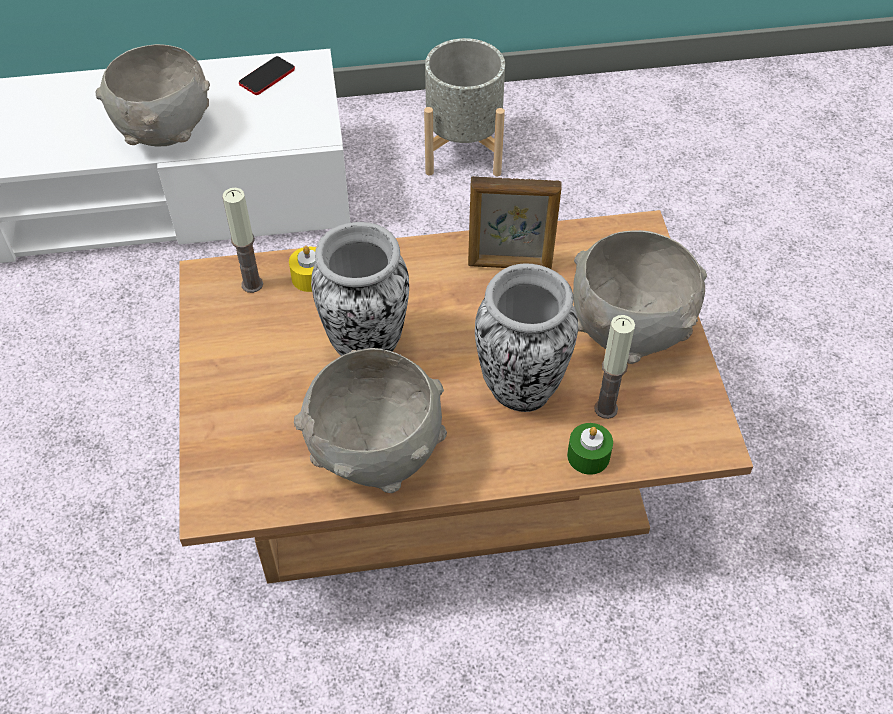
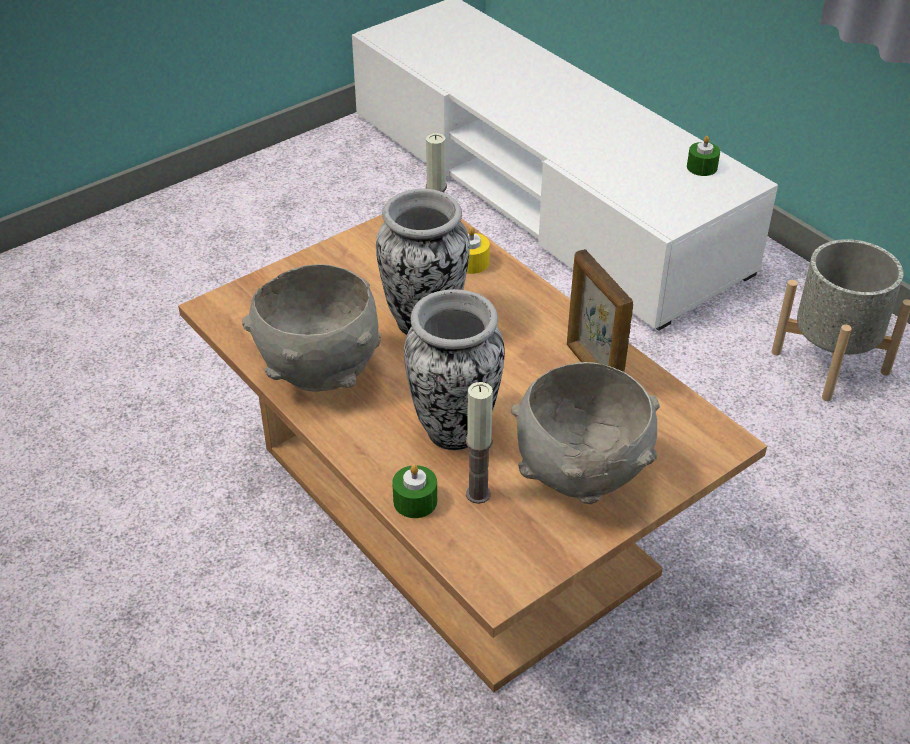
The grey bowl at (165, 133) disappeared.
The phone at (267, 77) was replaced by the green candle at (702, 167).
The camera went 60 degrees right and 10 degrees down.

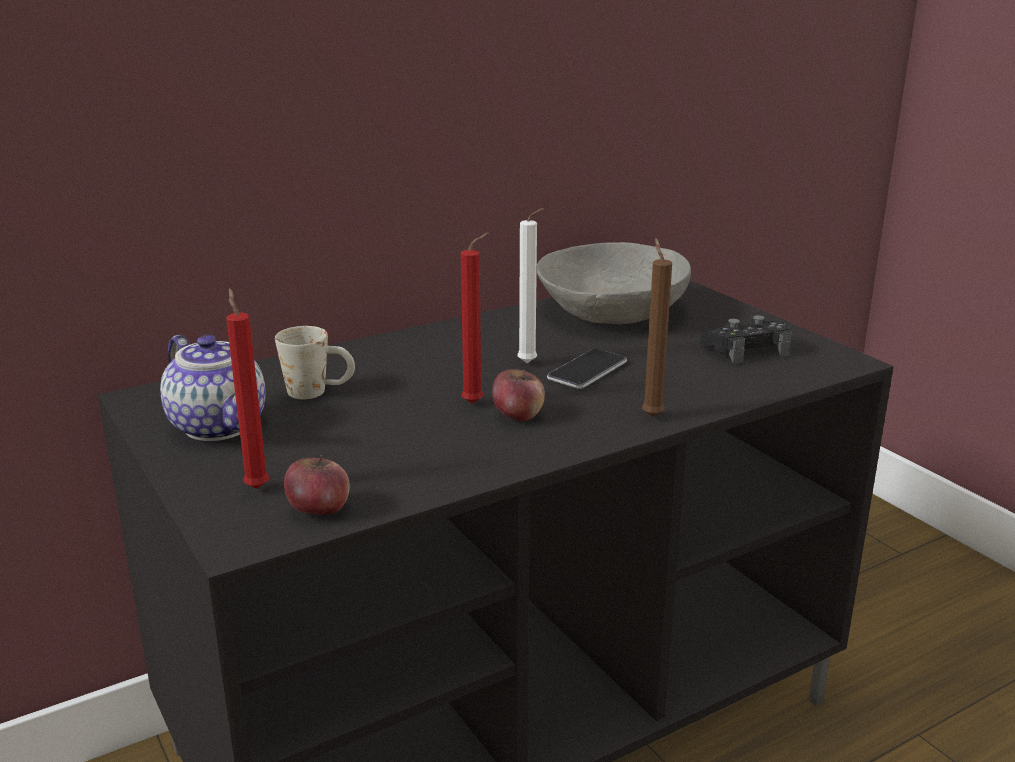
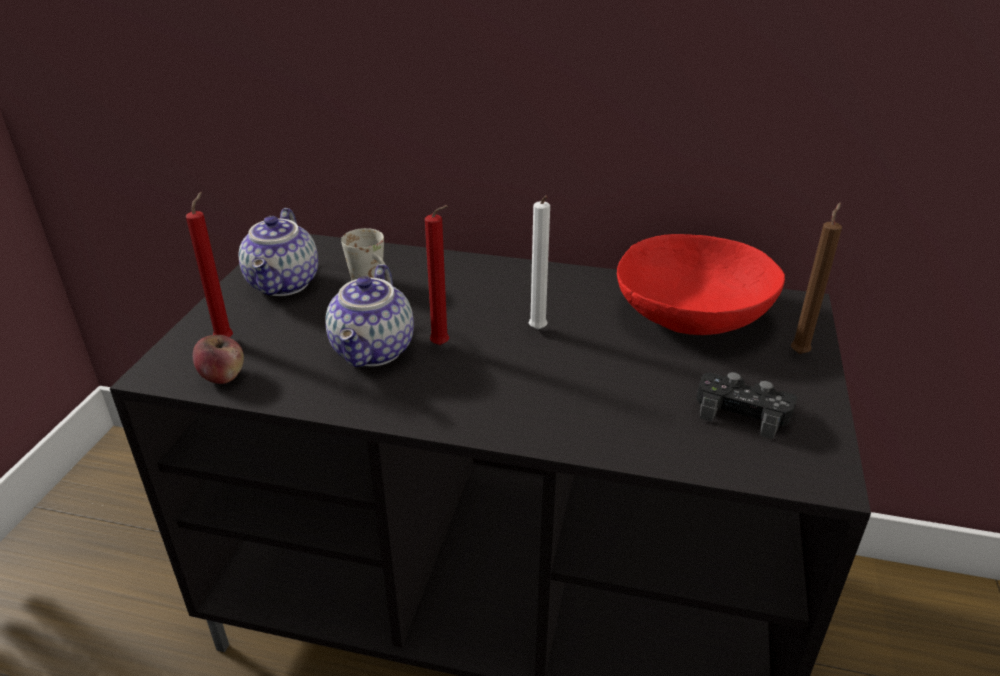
The brown candle moved from (651, 415) to (800, 352).
The grey bowl at (613, 312) became the red bowl at (692, 313).
The phone at (587, 370) disappeared.
The apple at (518, 415) disappeared.
The teapot at (375, 351) appeared.
The camera went 45 degrees right and 10 degrees up.

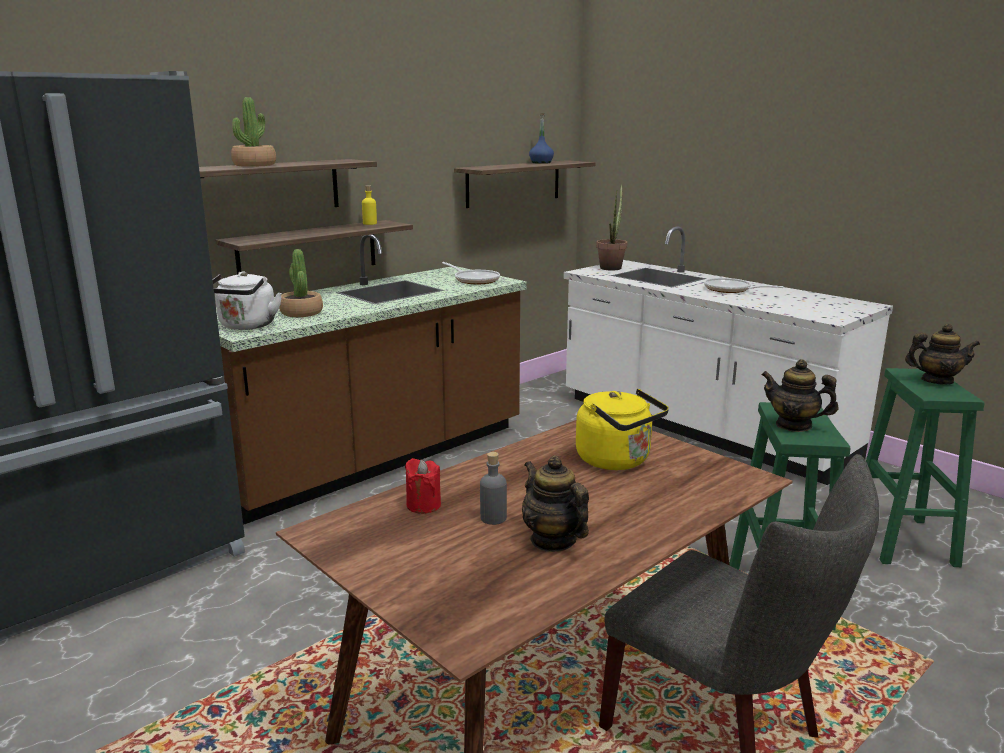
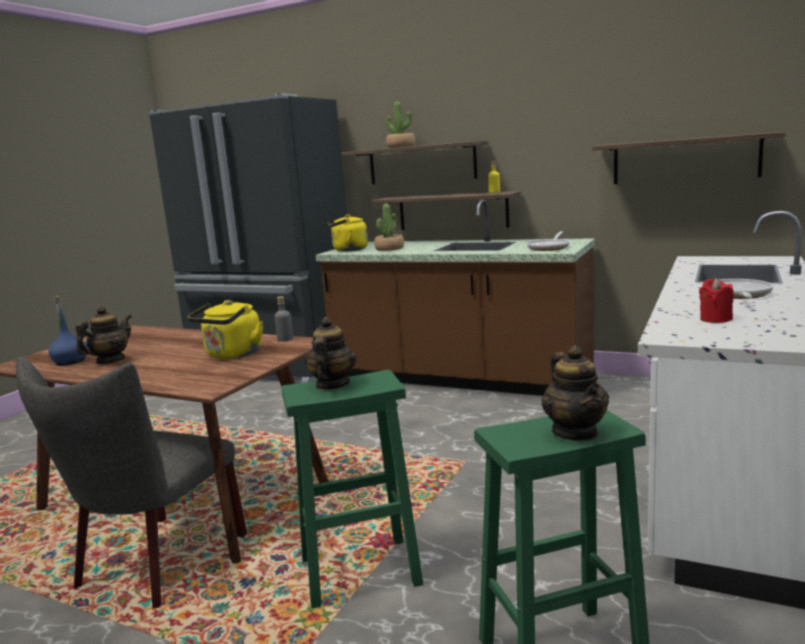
The blue bottle moved from (541, 163) to (70, 361).
The potted plant at (611, 267) disappeared.
The white kettle at (246, 326) became the yellow kettle at (348, 250).
The grey bottle moved from (493, 518) to (285, 339).
The red candle moved from (423, 505) to (715, 319).
The camera went 70 degrees right and 5 degrees down.

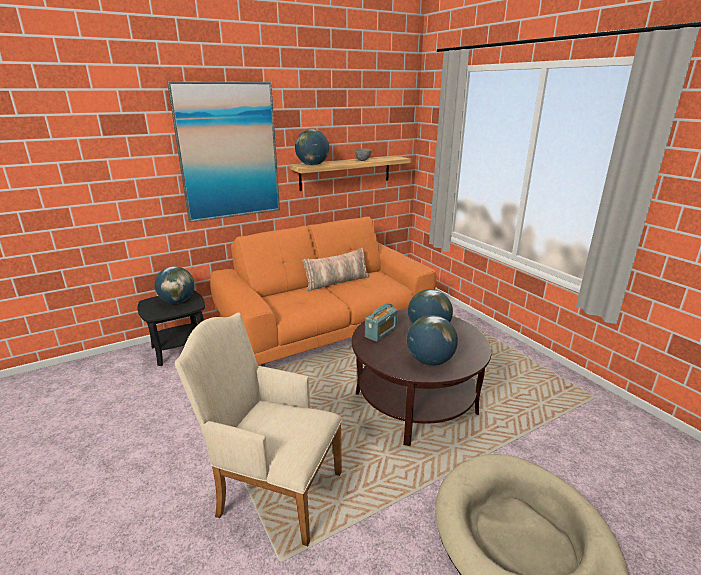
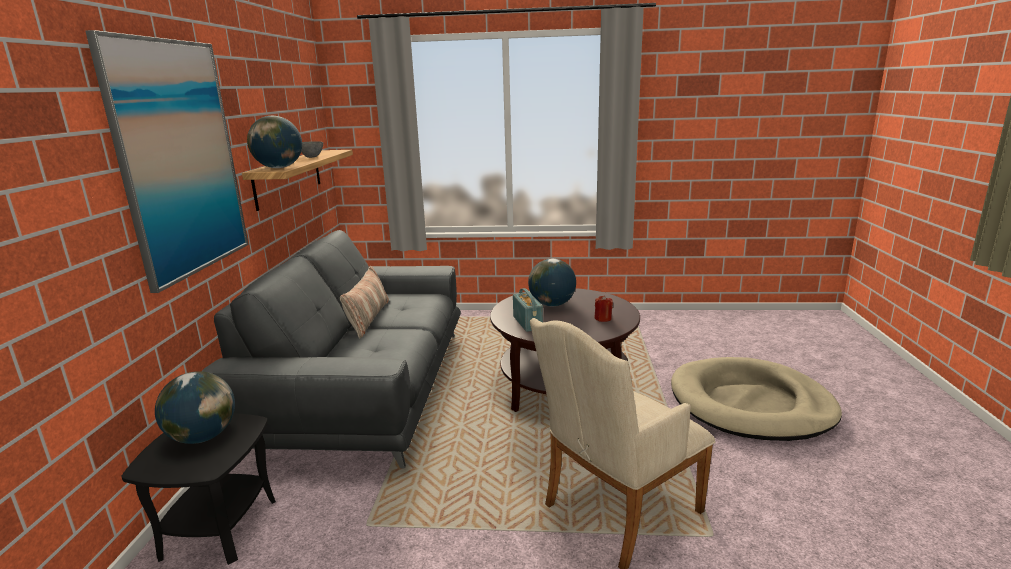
The orange sofa at (326, 327) became the grey sofa at (366, 388).
The globe at (430, 361) was replaced by the red candle at (603, 318).
The camera went 55 degrees left and 5 degrees down.

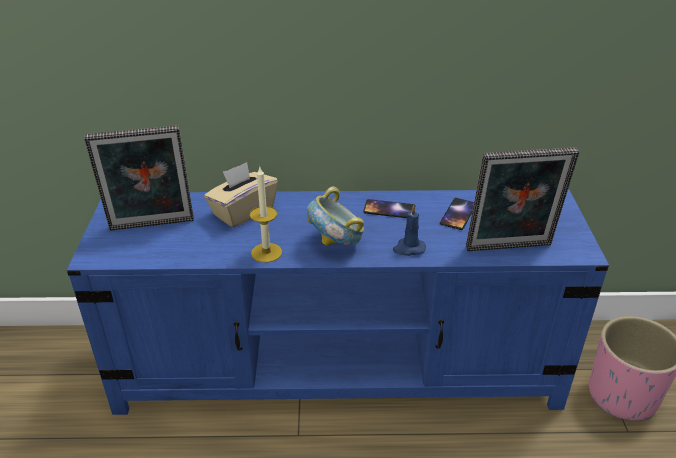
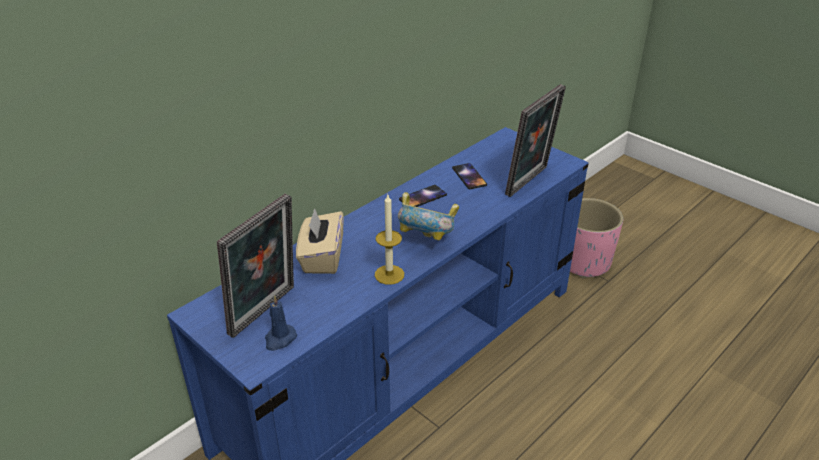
The blue candle moved from (408, 248) to (279, 339).
The camera went 45 degrees left and 0 degrees up.

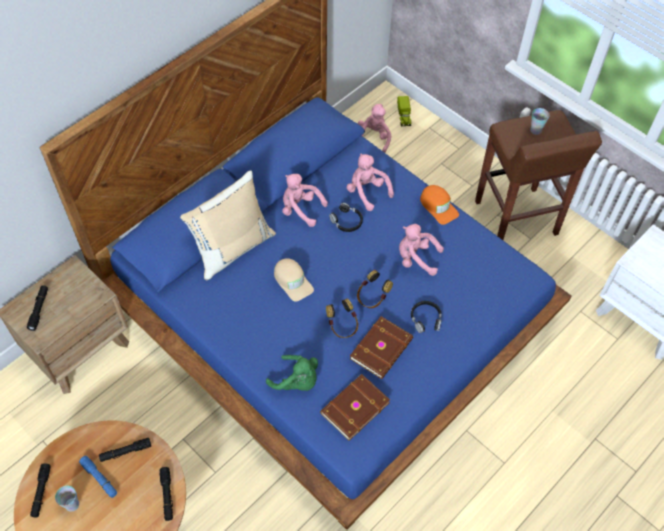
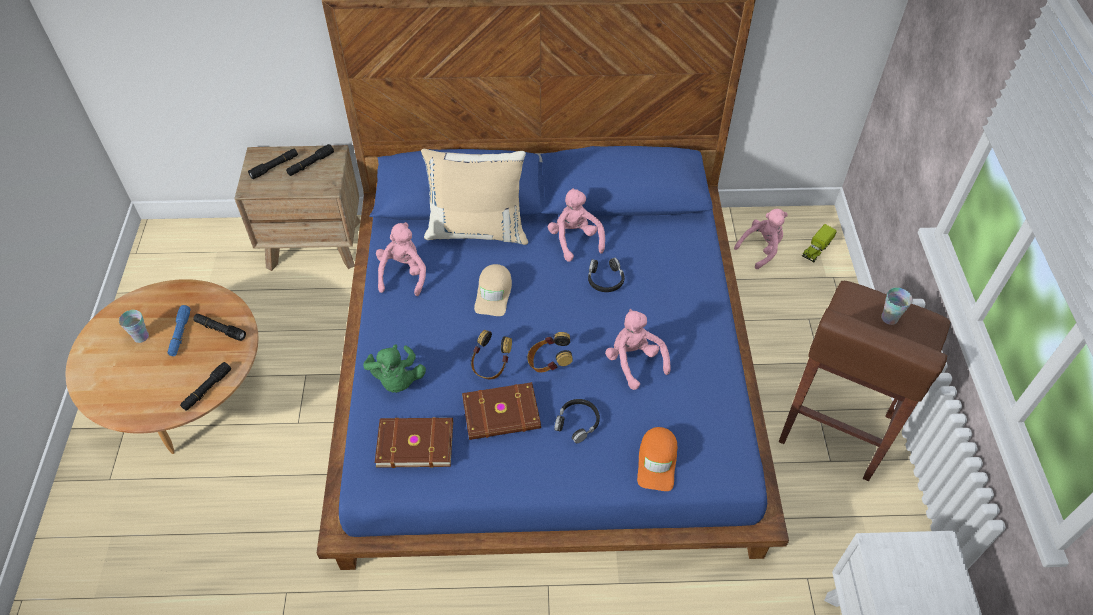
The pink plush toy moved from (367, 192) to (403, 274).
The orange cap moved from (438, 206) to (657, 461).
The black flashlight moved from (41, 492) to (310, 164).
The camera went 45 degrees right and 5 degrees down.

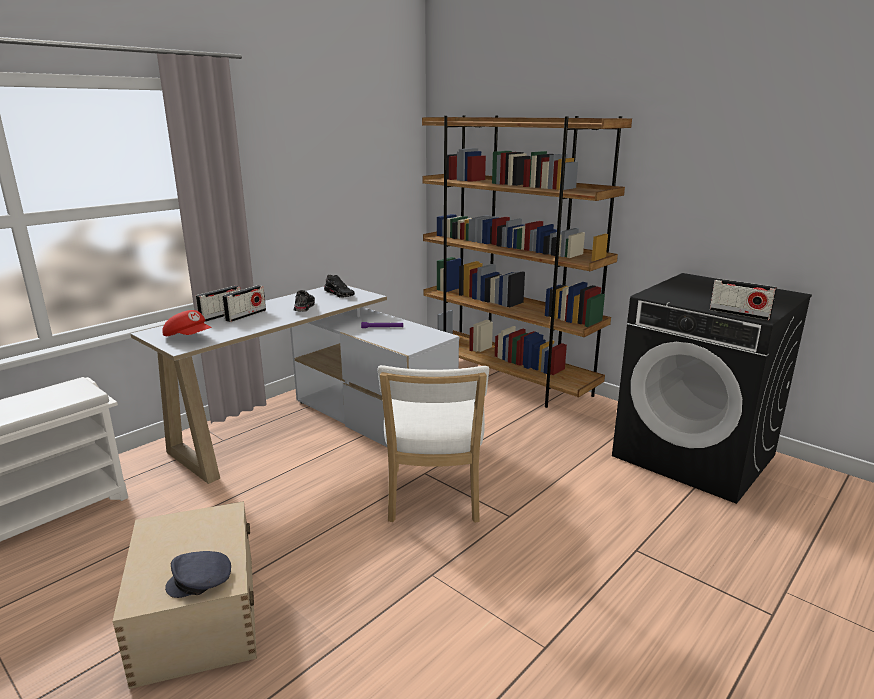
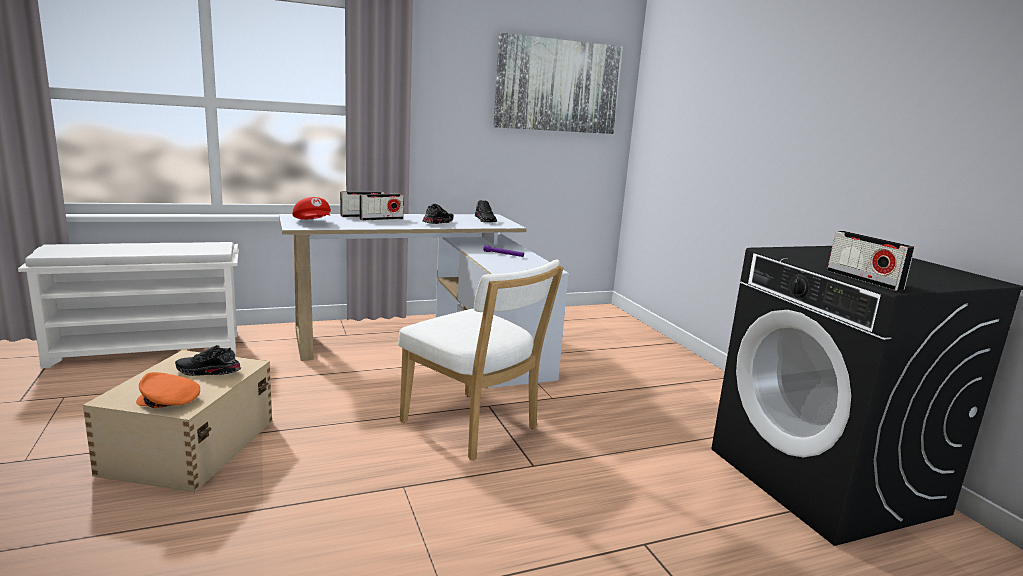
The brown bookcase at (507, 380) disappeared.
The white chair at (433, 499) turned 75 degrees counterclockwise.
The grey cap at (200, 581) became the orange cap at (168, 401).
The picture at (558, 86) appeared.
The black shoe at (207, 372) appeared.
The camera went 25 degrees right and 5 degrees down.

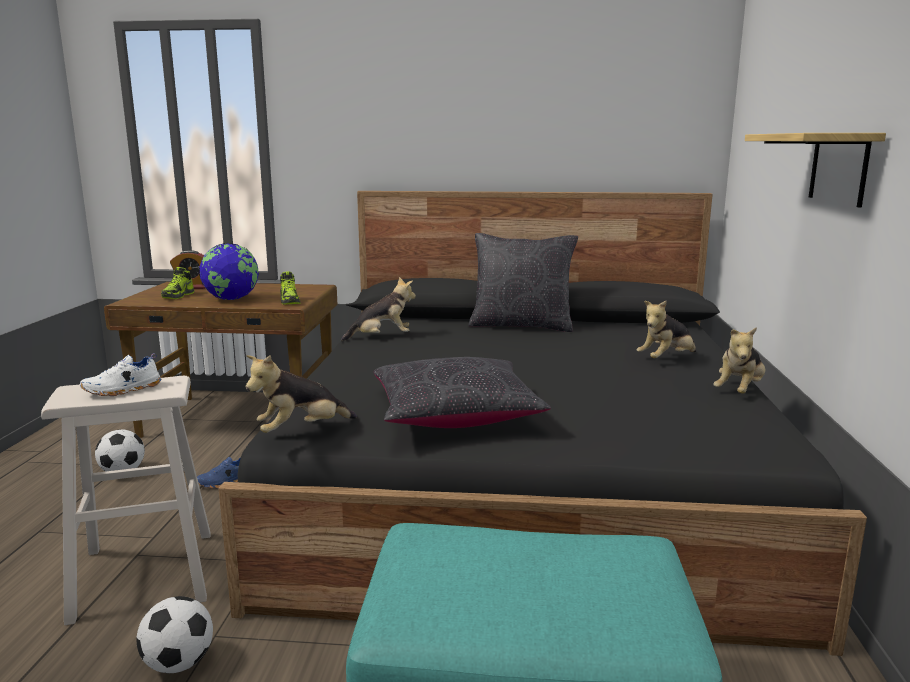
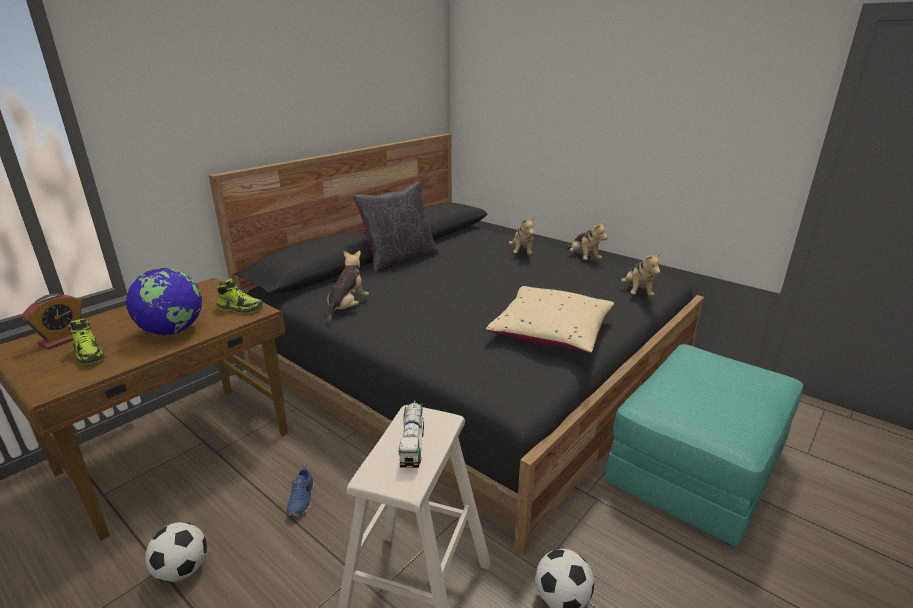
The shelf at (838, 168) disappeared.
The white shoe at (123, 390) was replaced by the toy truck at (412, 445).
The plush toy moved from (301, 431) to (637, 292).
The black pillow at (455, 414) became the beige pillow at (551, 333).
The camera went 55 degrees left and 10 degrees up.

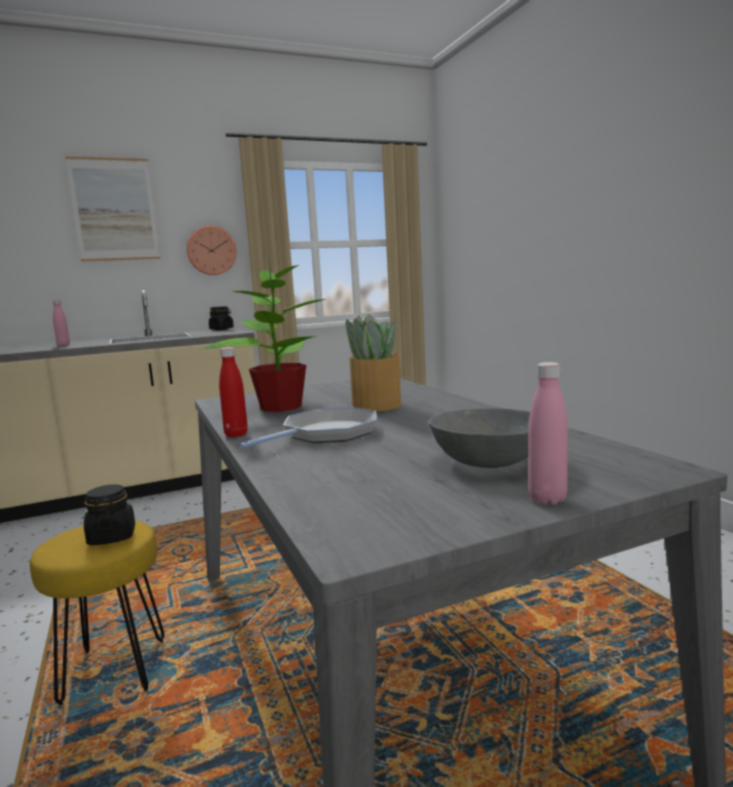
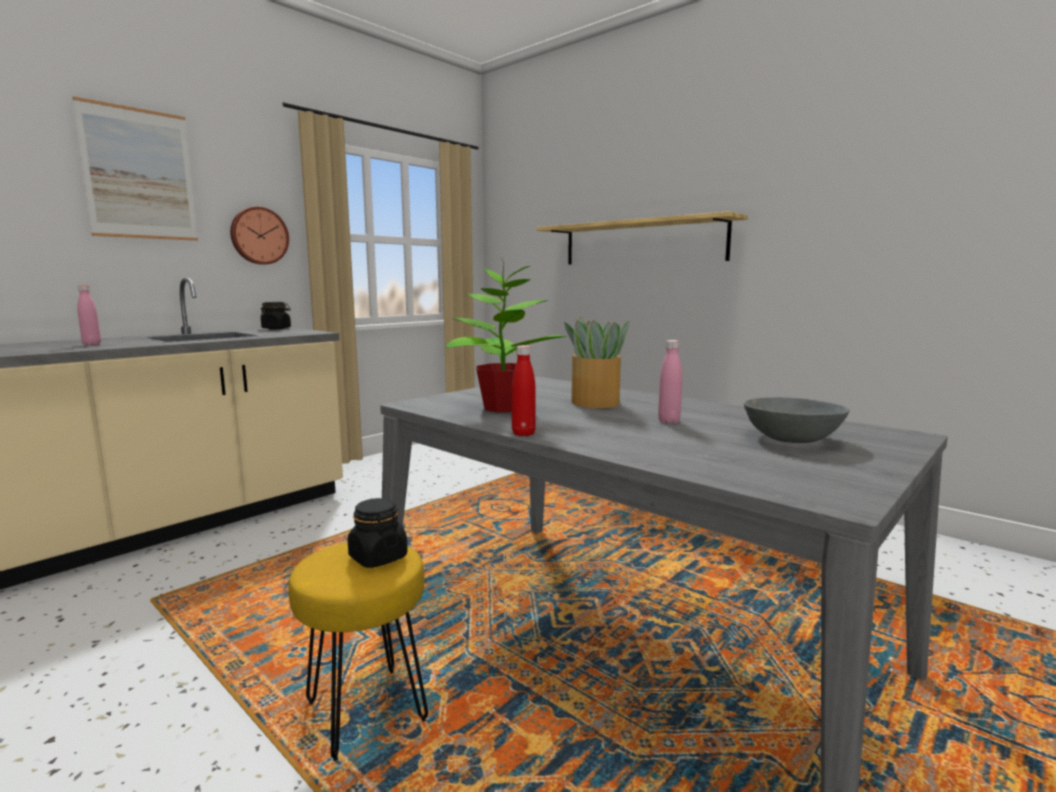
The pink bottle moved from (547, 499) to (669, 421).
The frying pan at (326, 434) disappeared.
The shelf at (641, 243) appeared.
The camera went 25 degrees left and 0 degrees up.

